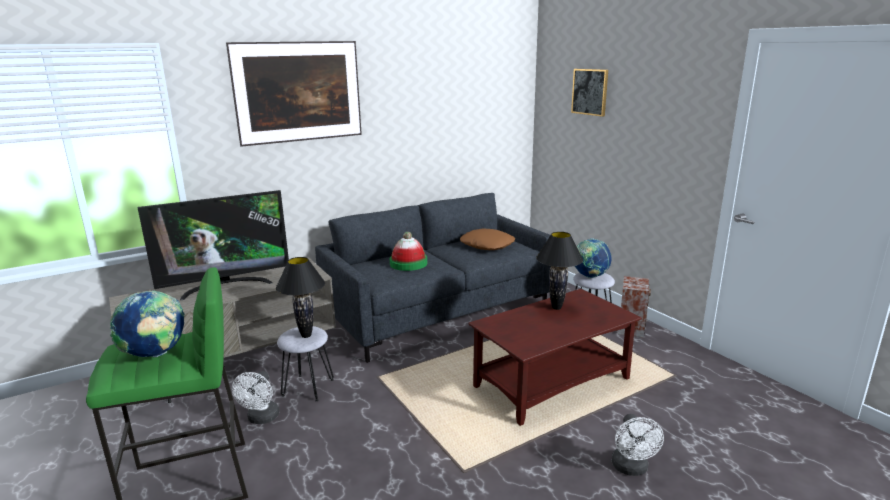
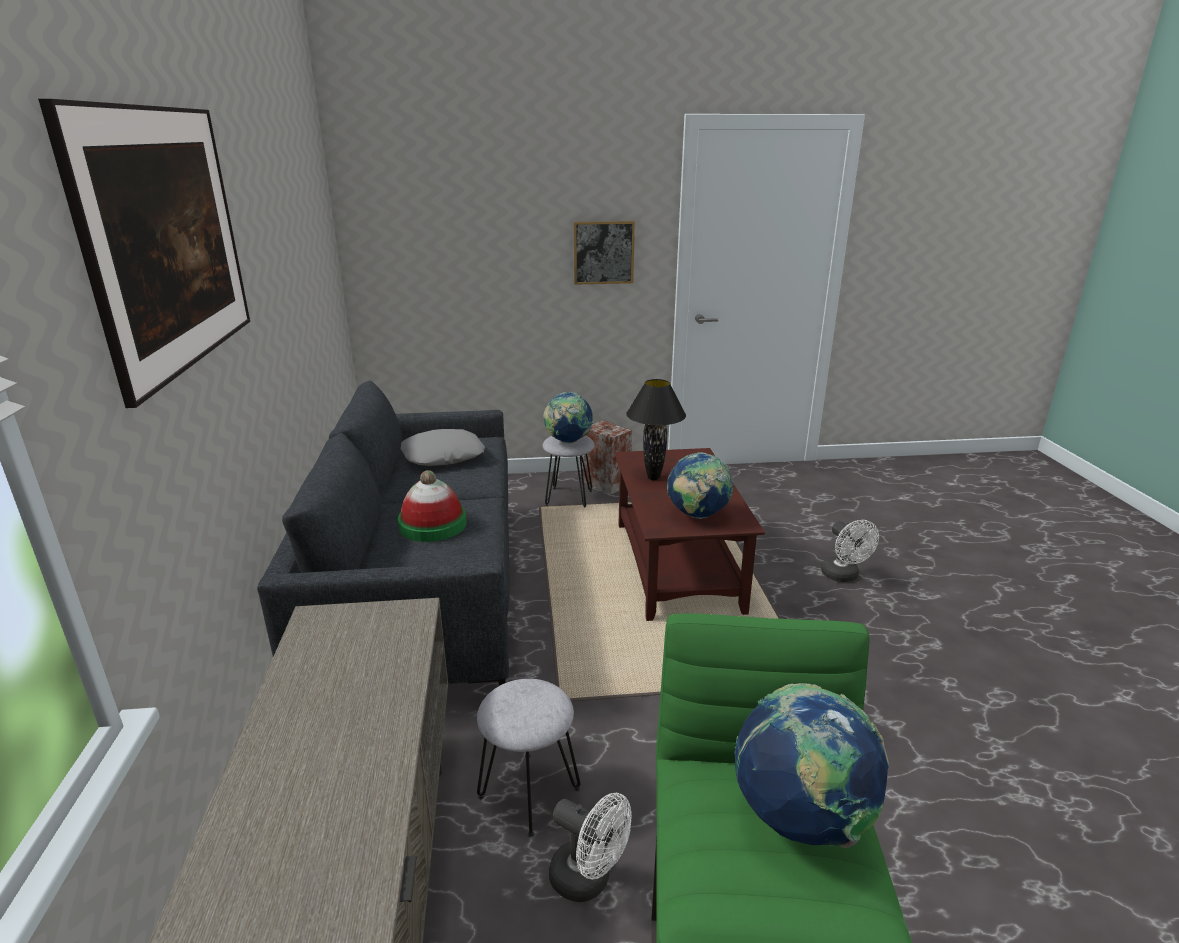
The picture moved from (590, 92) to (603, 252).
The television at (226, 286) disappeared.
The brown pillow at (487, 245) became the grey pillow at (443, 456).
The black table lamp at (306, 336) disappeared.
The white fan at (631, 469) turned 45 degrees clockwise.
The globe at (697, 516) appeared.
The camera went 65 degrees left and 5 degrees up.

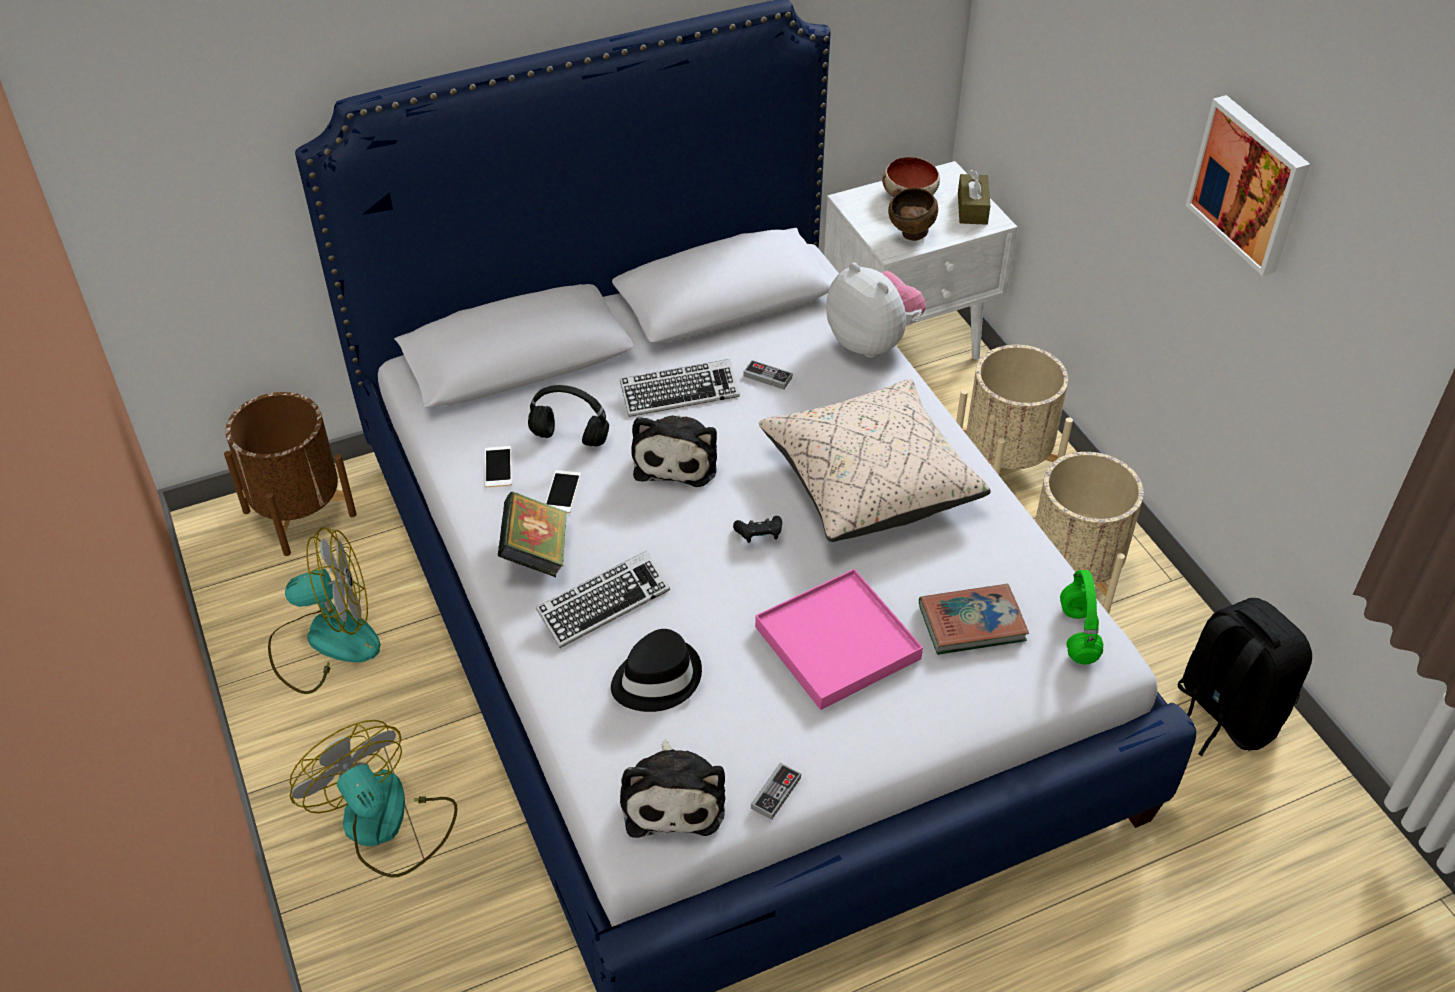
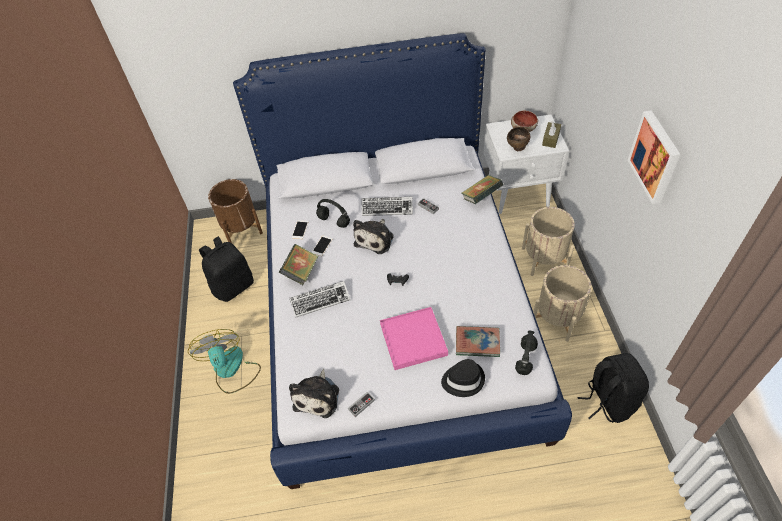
The plush toy at (872, 342) was replaced by the book at (481, 197).
The beige pillow at (870, 482) disappeared.
The fan at (325, 641) was replaced by the black backpack at (233, 286).
The green headphones at (1079, 635) became the black headphones at (525, 359).
The black hat moved from (656, 678) to (463, 380).
The camera went 20 degrees right and 5 degrees up.

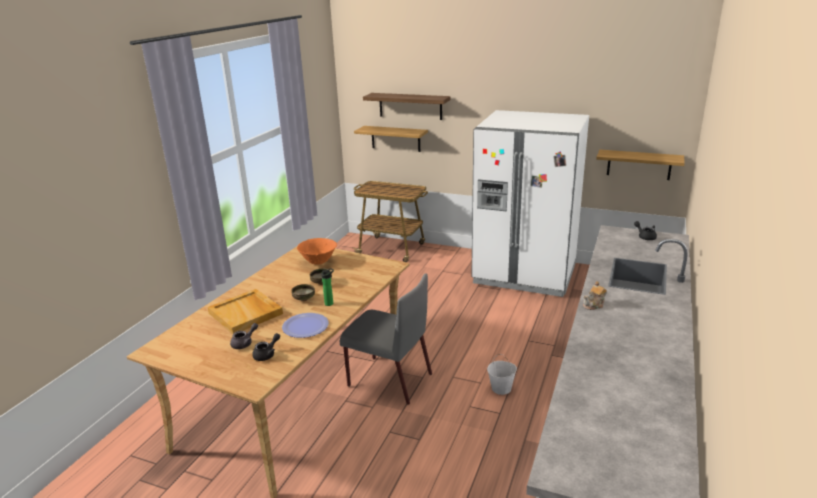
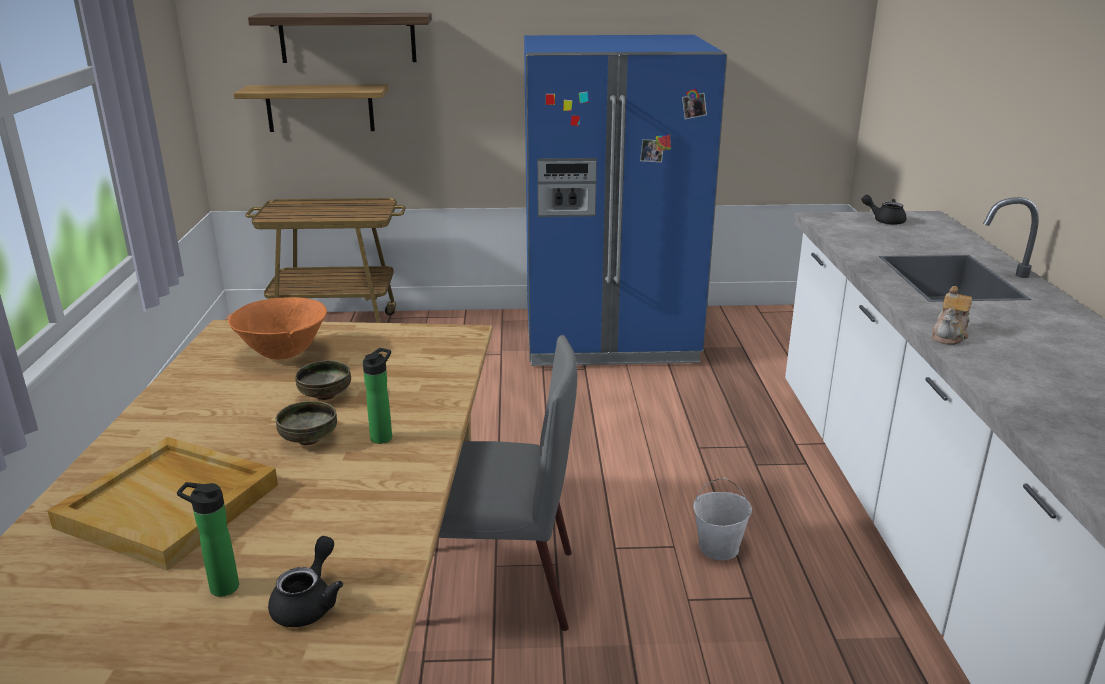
The white fridge at (524, 274) became the blue fridge at (609, 337).
The shelf at (639, 164) disappeared.
The plate at (305, 326) disappeared.
The grey teapot at (245, 343) was replaced by the bottle at (220, 587).
The camera went 25 degrees left and 0 degrees up.

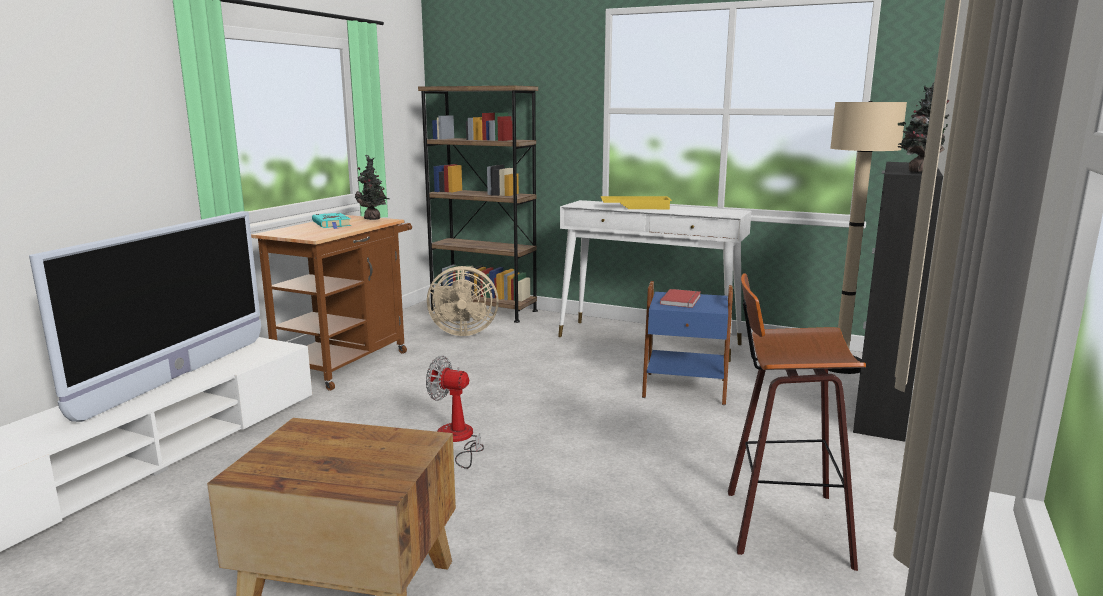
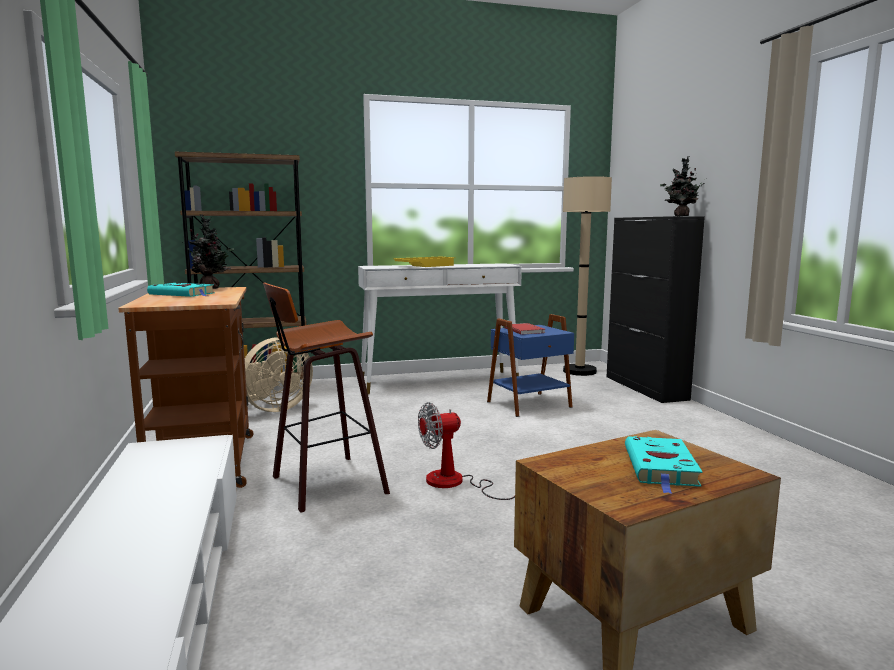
The television at (178, 376) disappeared.
The stool moved from (781, 525) to (324, 484).
The turquoise book at (661, 468) appeared.
The camera went 40 degrees left and 5 degrees down.

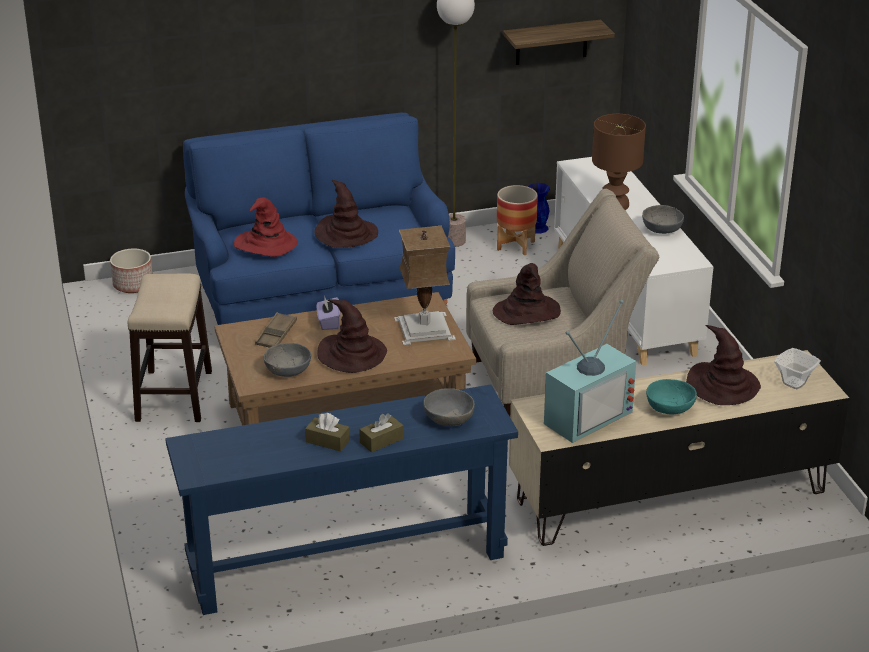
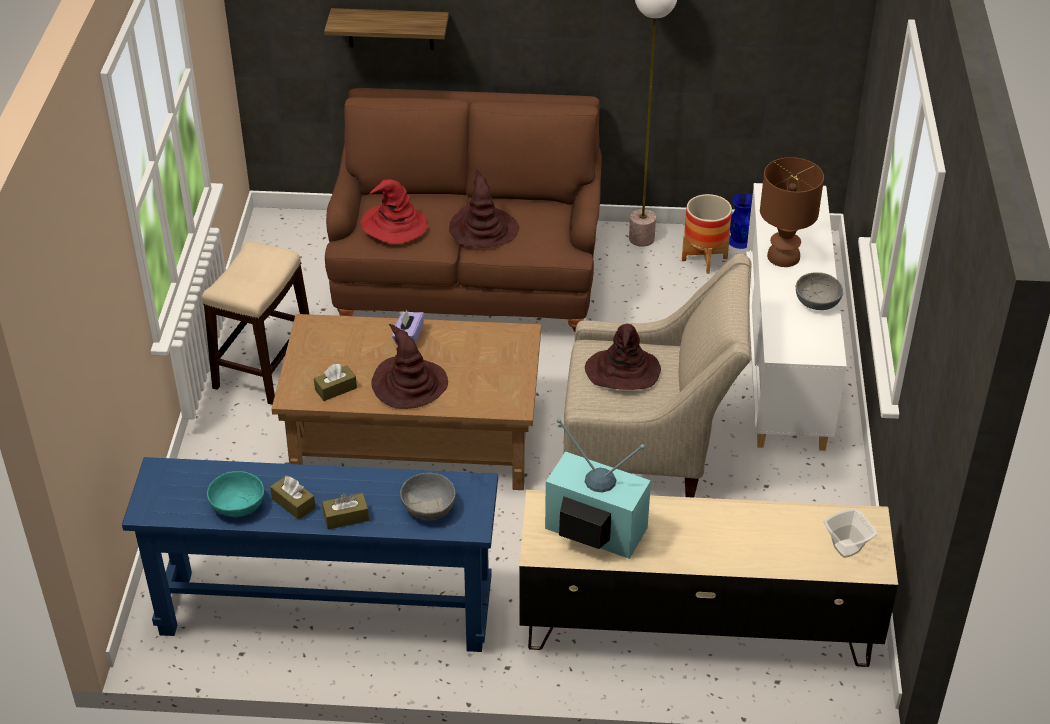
The shelf moved from (551, 42) to (390, 29).
The blue sofa at (320, 295) became the brown sofa at (468, 277).
The table lamp at (425, 327) disappeared.
The planter at (133, 284) disappeared.
The television at (586, 415) turned 135 degrees counterclockwise.
The brown tray at (276, 334) disappeared.
The brown hat at (723, 386) disappeared.
The grey bowl at (288, 371) was replaced by the brown tissue box at (336, 389).
The turquoise bowl moved from (669, 408) to (238, 505).
The camera went 20 degrees right and 10 degrees up.

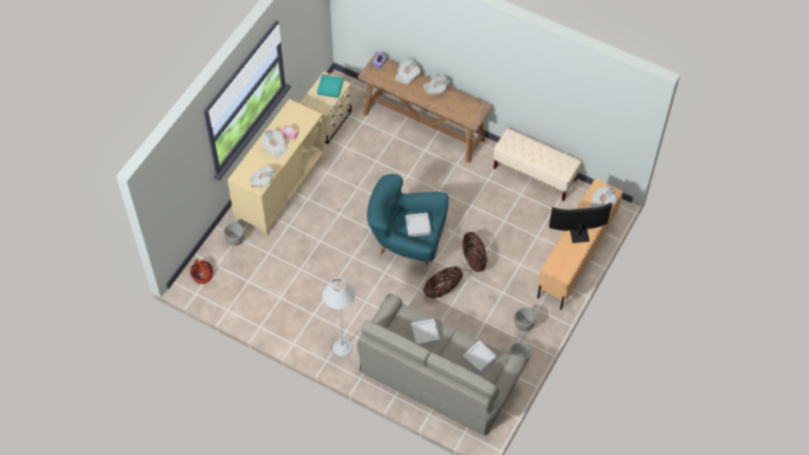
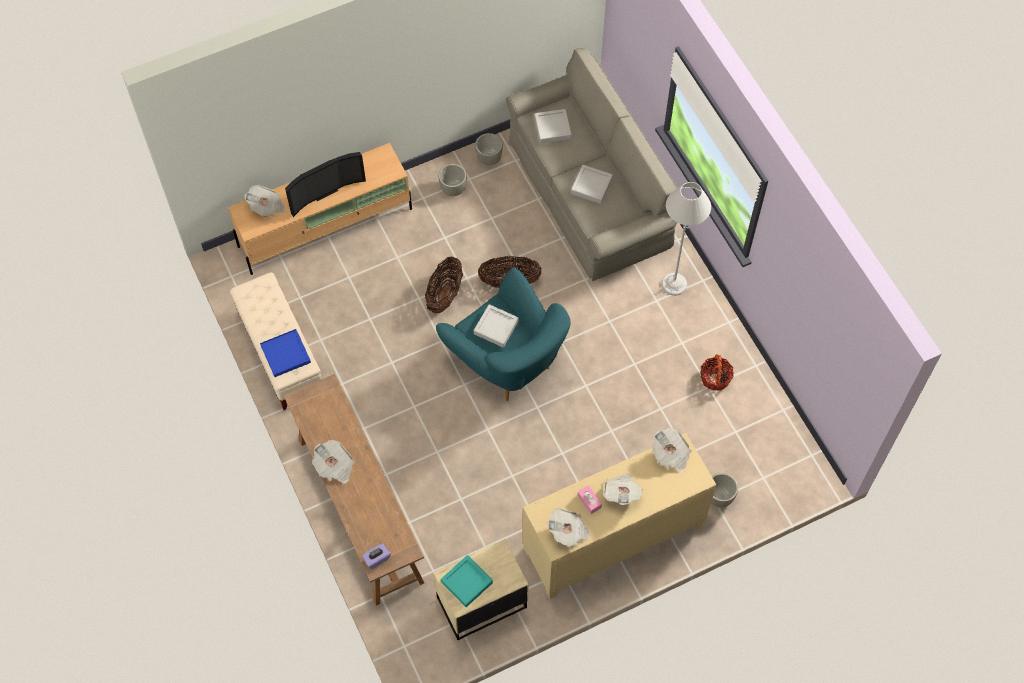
The newspaper moved from (407, 76) to (568, 532).
The television at (579, 232) turned 60 degrees counterclockwise.
The basket moved from (202, 275) to (715, 378).
The blue tray at (285, 354) appeared.
The camera went 145 degrees left and 5 degrees up.

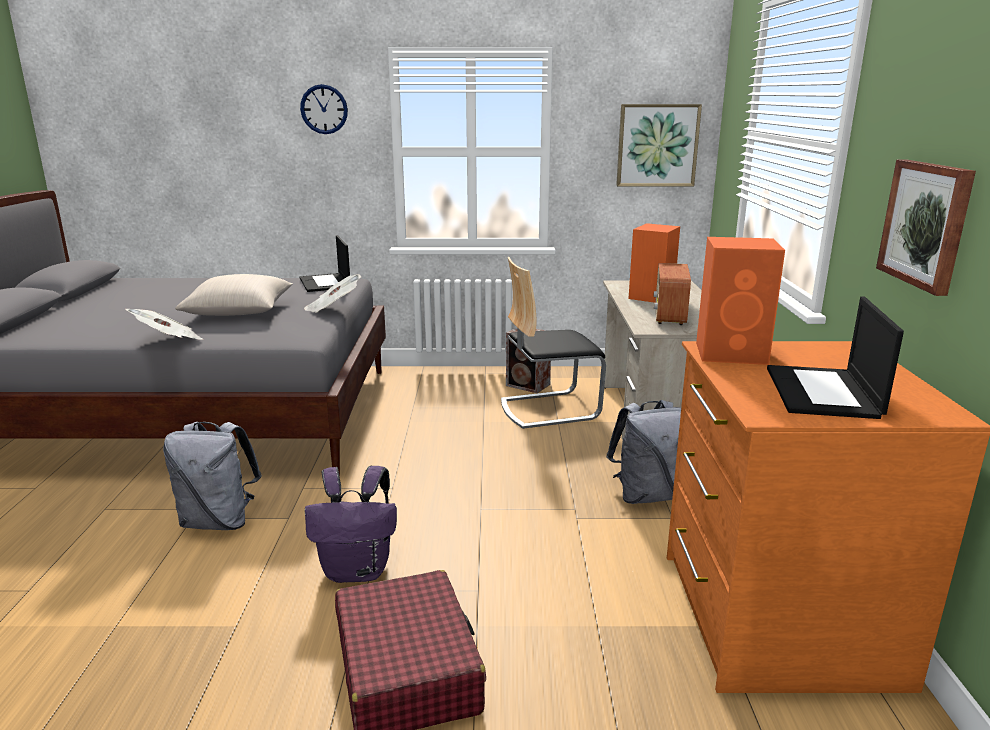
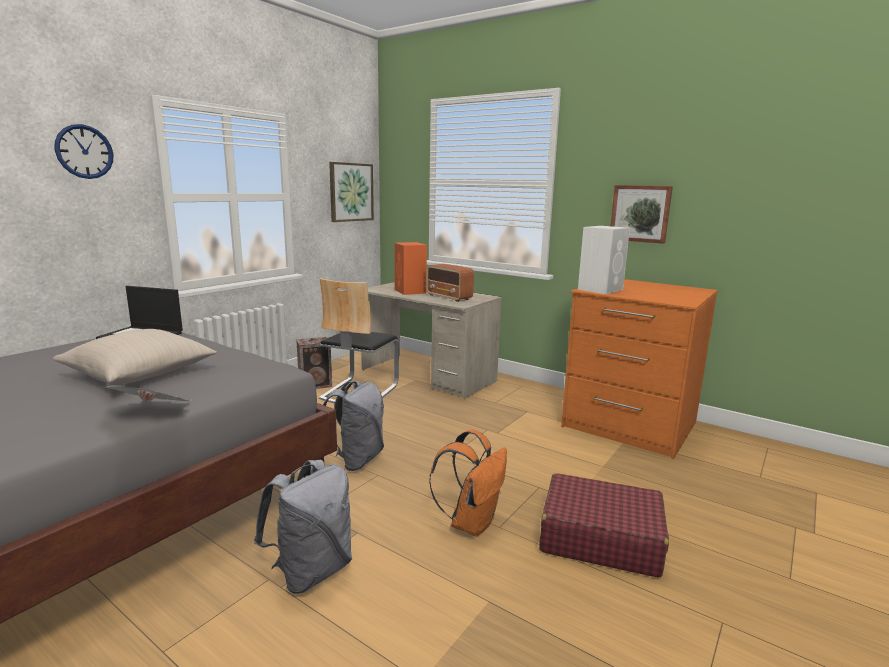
The orange speaker at (733, 353) became the white speaker at (601, 289).
The newspaper at (333, 308) disappeared.
The laptop at (823, 393) disappeared.
The grey backpack moved from (646, 495) to (355, 460).
The purple backpack at (358, 570) became the orange backpack at (471, 522).
The camera went 55 degrees left and 5 degrees down.

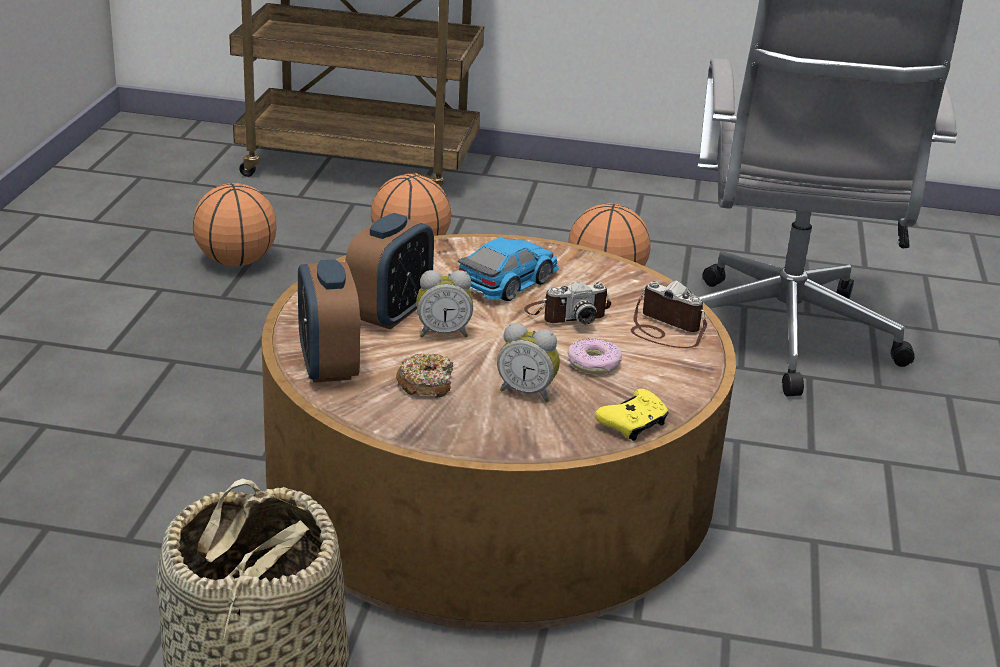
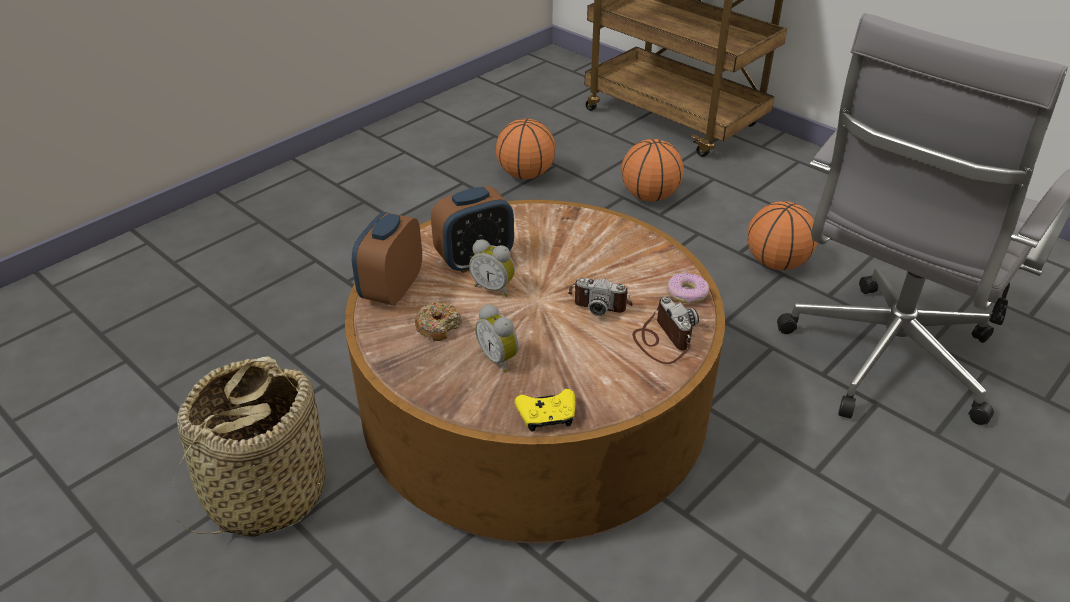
The toy car at (507, 281) disappeared.
The donut moved from (594, 364) to (687, 293).
The camera went 35 degrees right and 10 degrees up.

